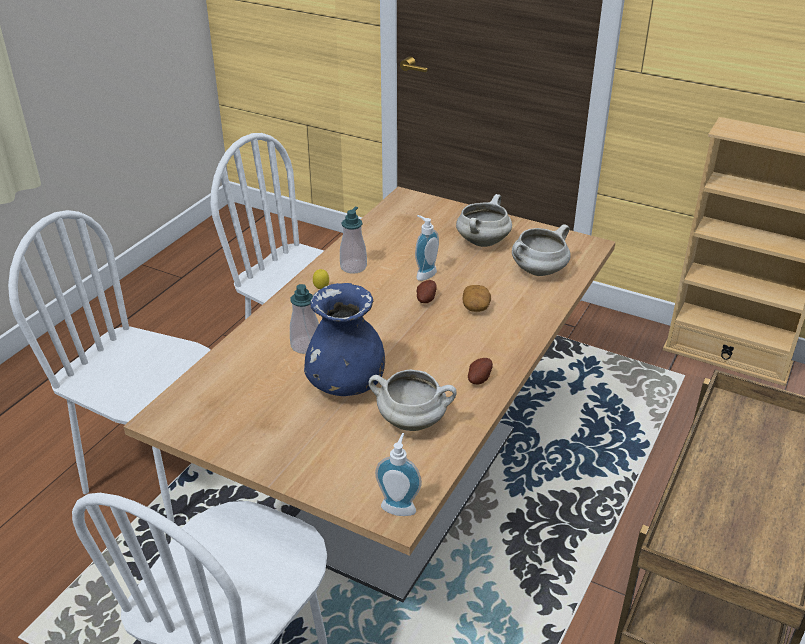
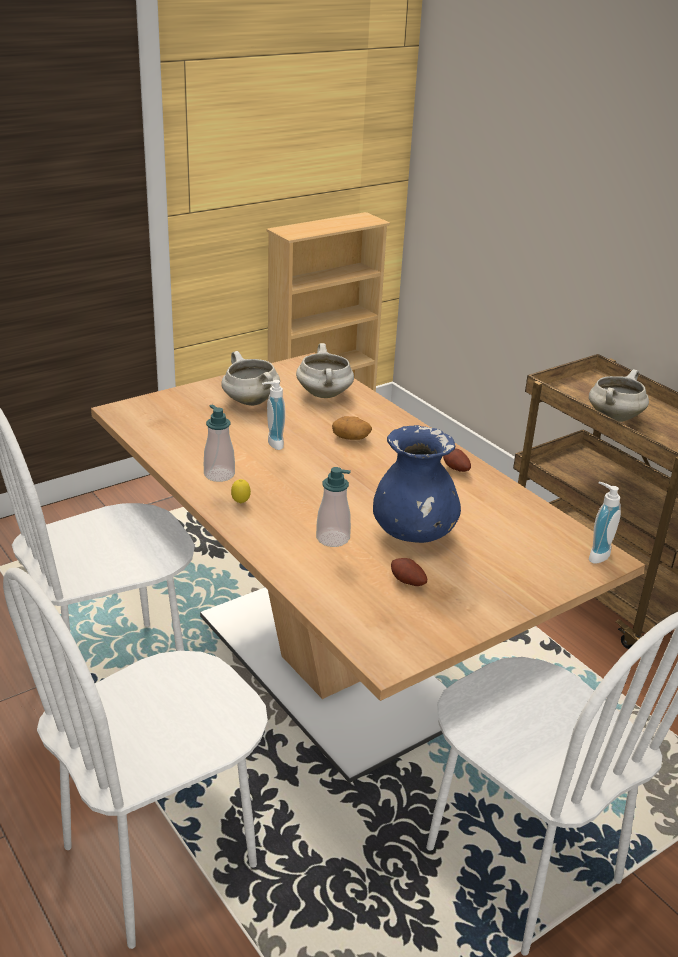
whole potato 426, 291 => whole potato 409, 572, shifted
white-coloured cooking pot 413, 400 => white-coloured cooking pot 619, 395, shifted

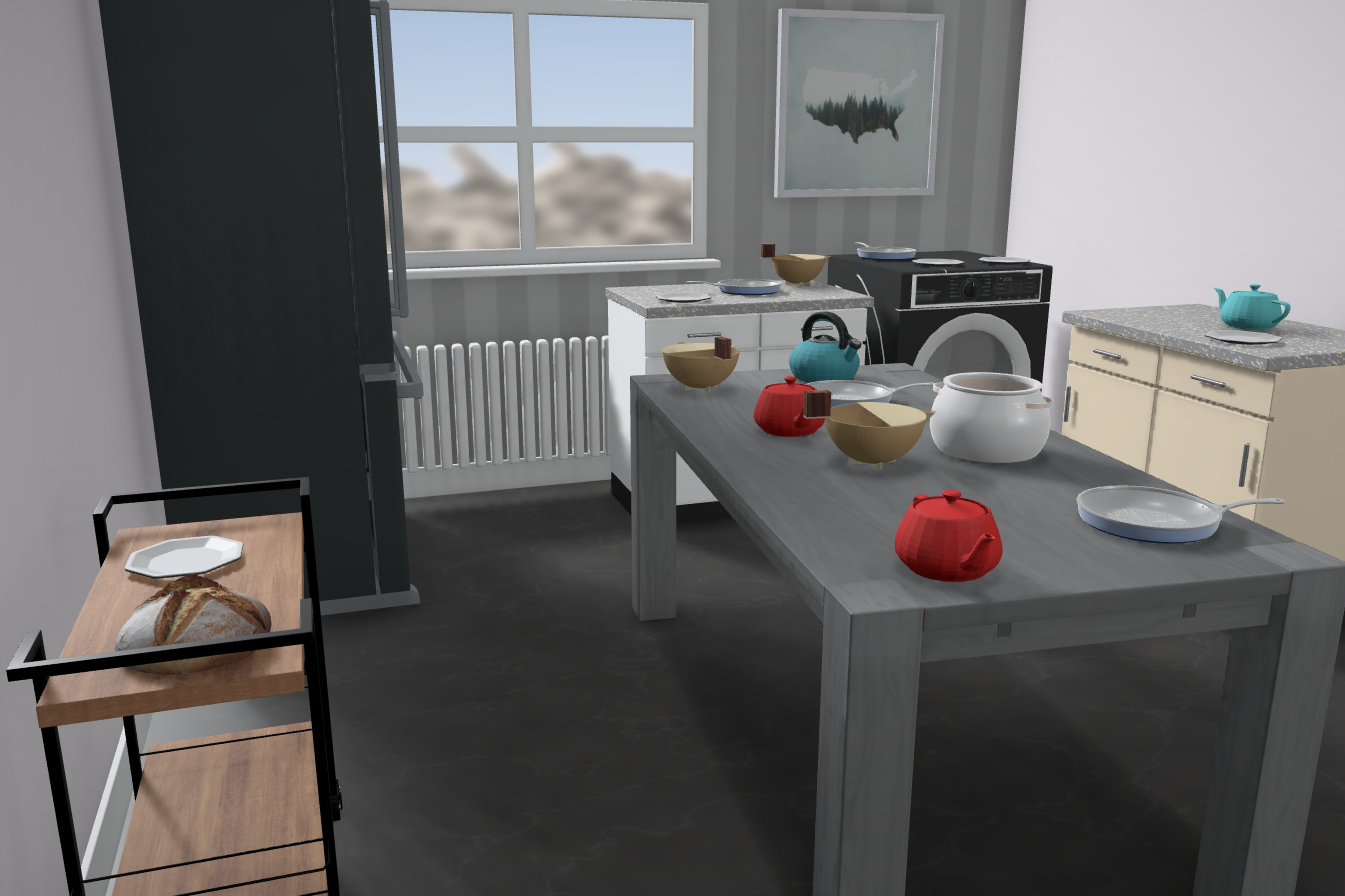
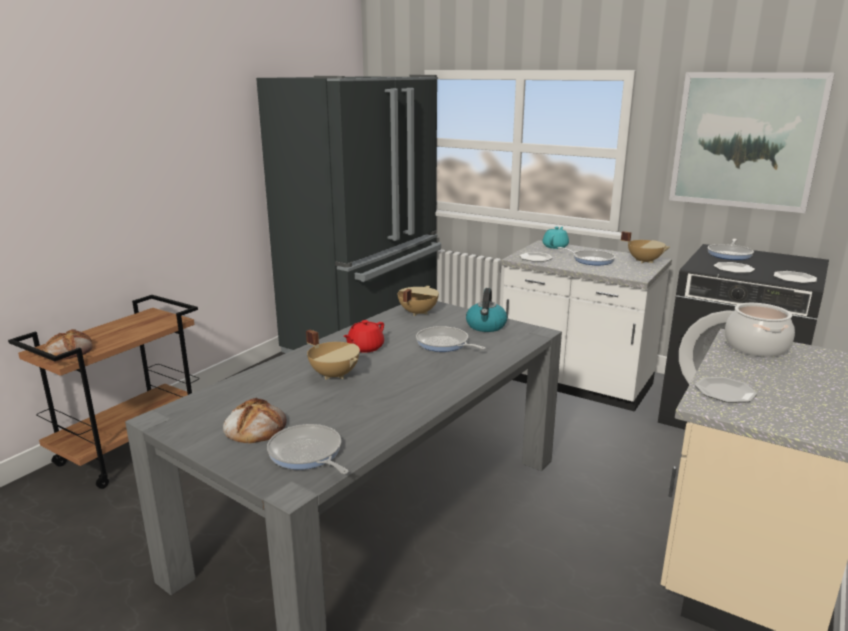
turquoise teapot 1252, 307 => turquoise teapot 556, 238, shifted
cooking pot 992, 417 => cooking pot 760, 330, shifted
red teapot 949, 536 => nothing
plate 183, 557 => nothing
nothing => bakery bread 255, 420

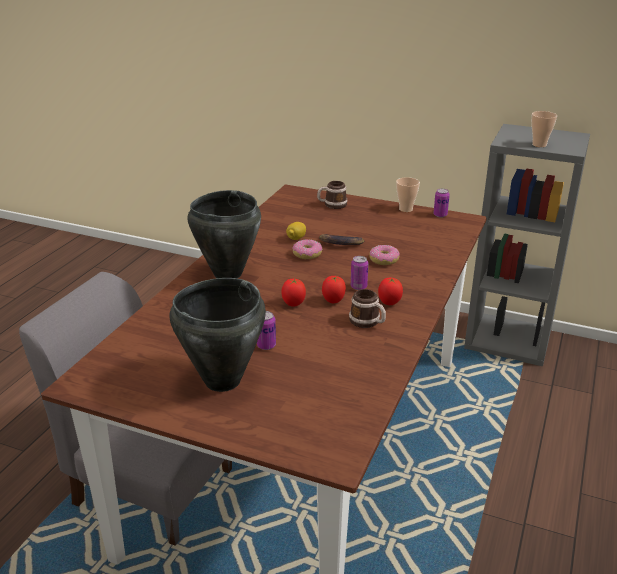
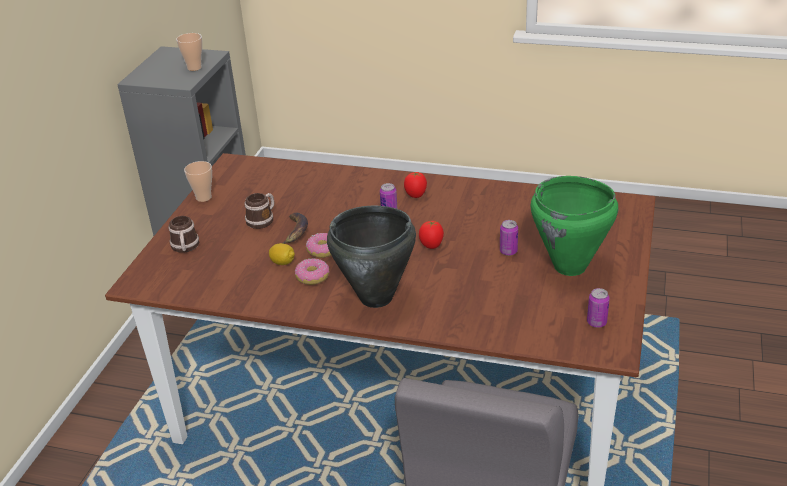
sealed can 442, 203 => sealed can 598, 308, shifted
donut 385, 255 => donut 312, 271, shifted
fresh tomato 334, 289 => nothing
black-coloured cooking pot 217, 335 => green-coloured cooking pot 574, 226
coffee mug 367, 308 => coffee mug 259, 211, shifted

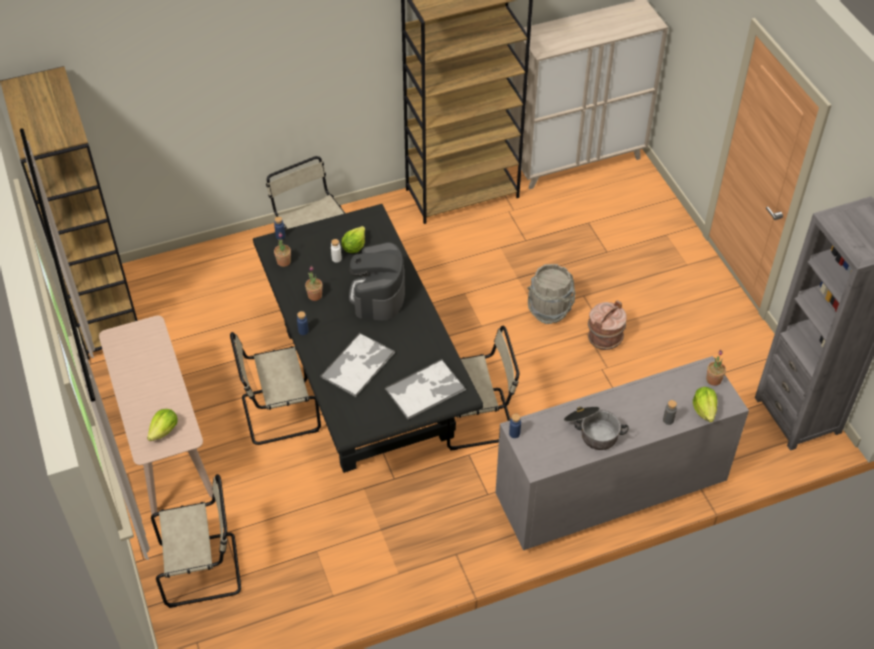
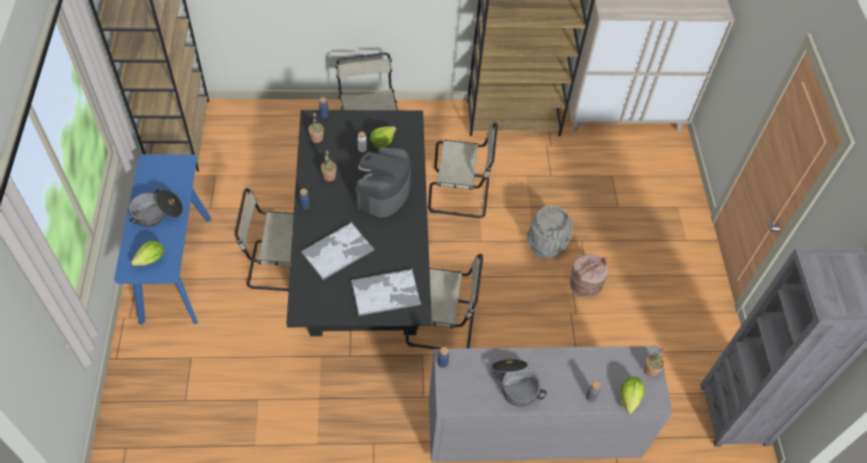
beige hall table 156, 417 => blue-coloured hall table 162, 239
beige upright chair 196, 541 => beige upright chair 463, 170, shifted
nothing => cooking pot 156, 208

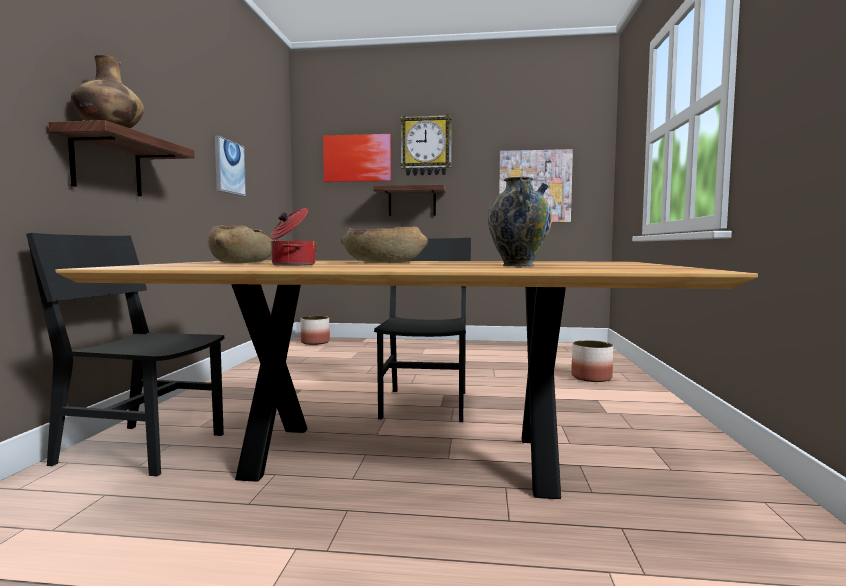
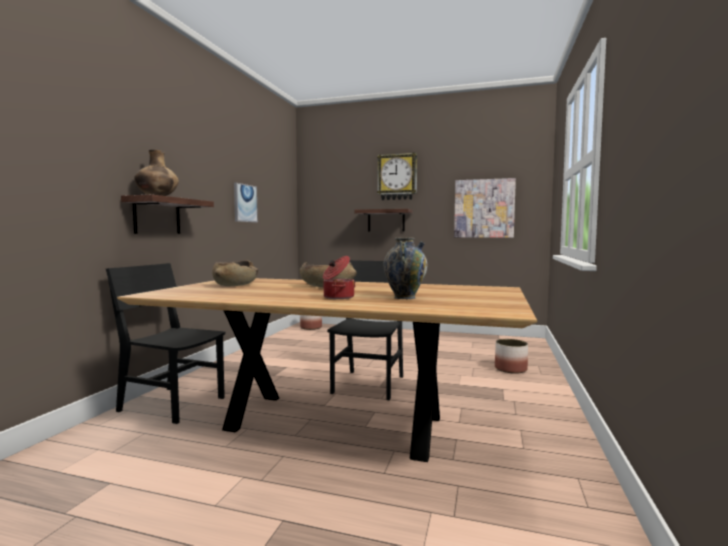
wall art 357, 158 => nothing
cooking pot 293, 237 => cooking pot 339, 277, shifted

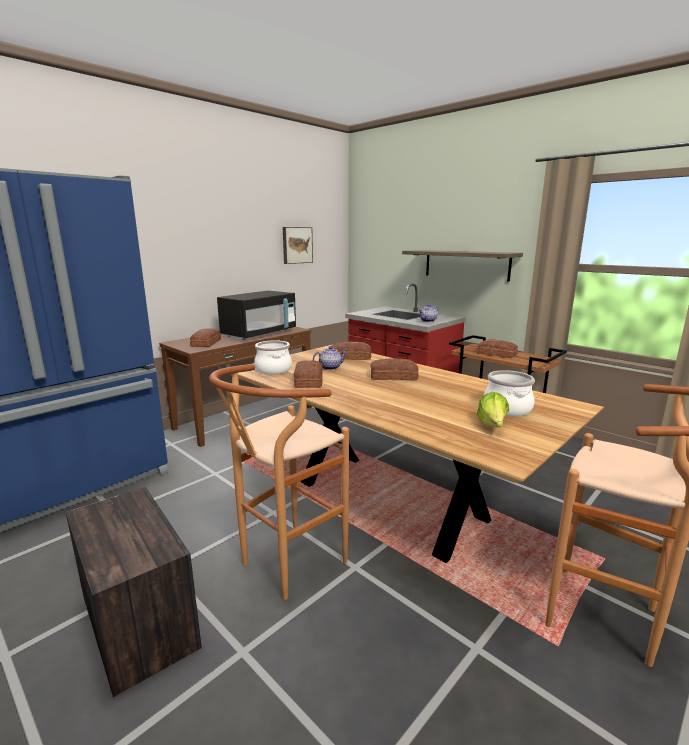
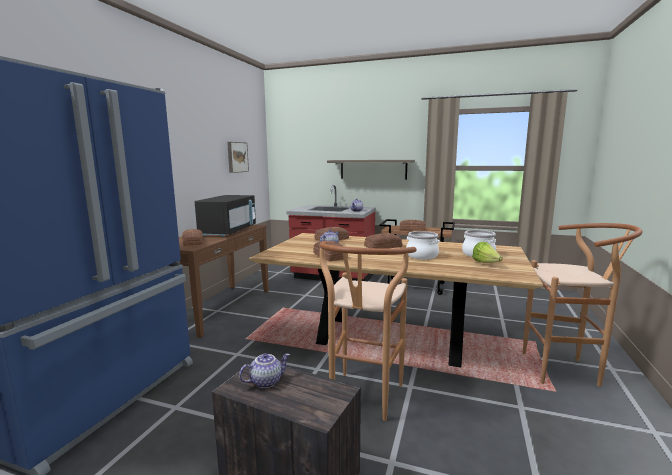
cooking pot 273, 357 => cooking pot 423, 245, shifted
nothing => teapot 264, 370

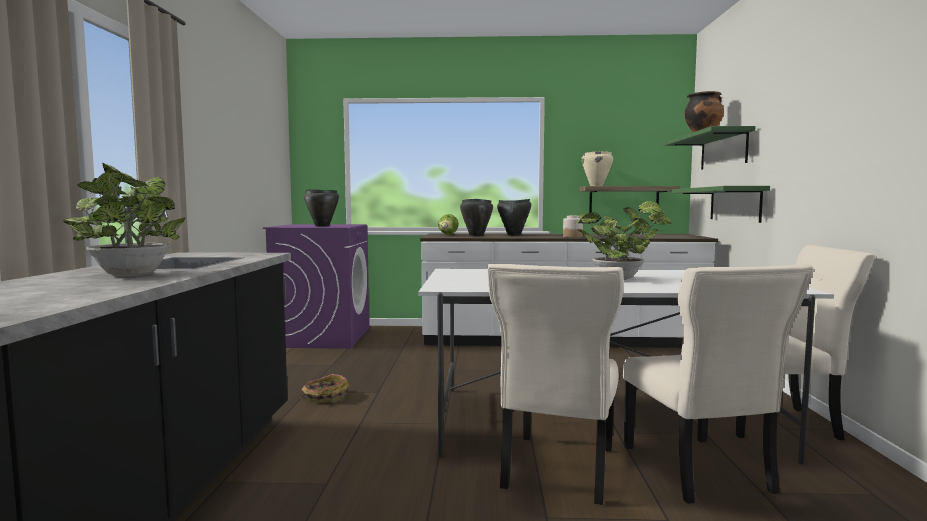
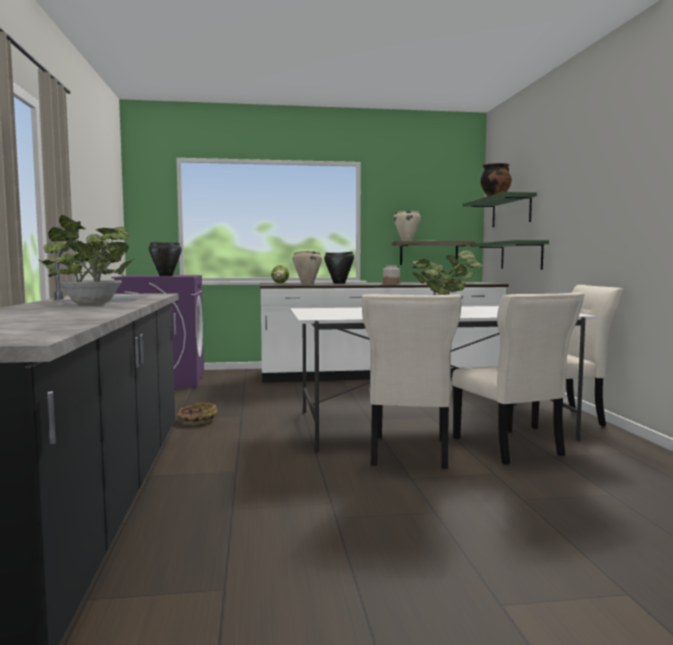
black-coloured cooking pot 476, 217 => beige cooking pot 307, 267

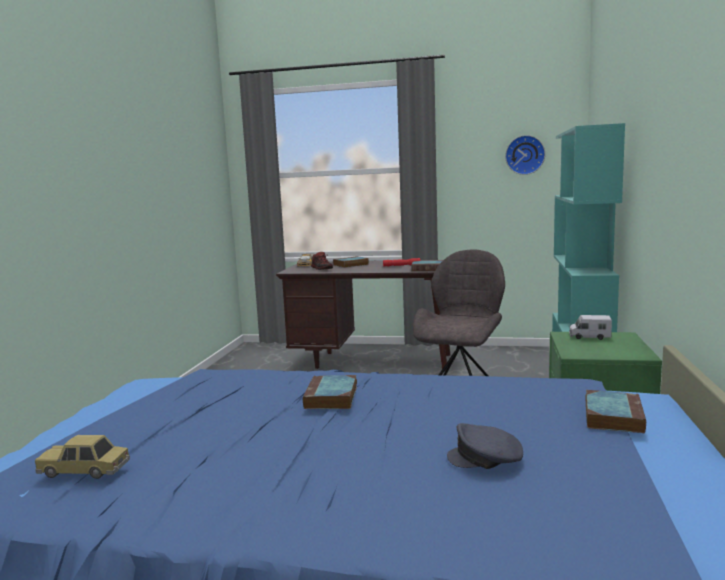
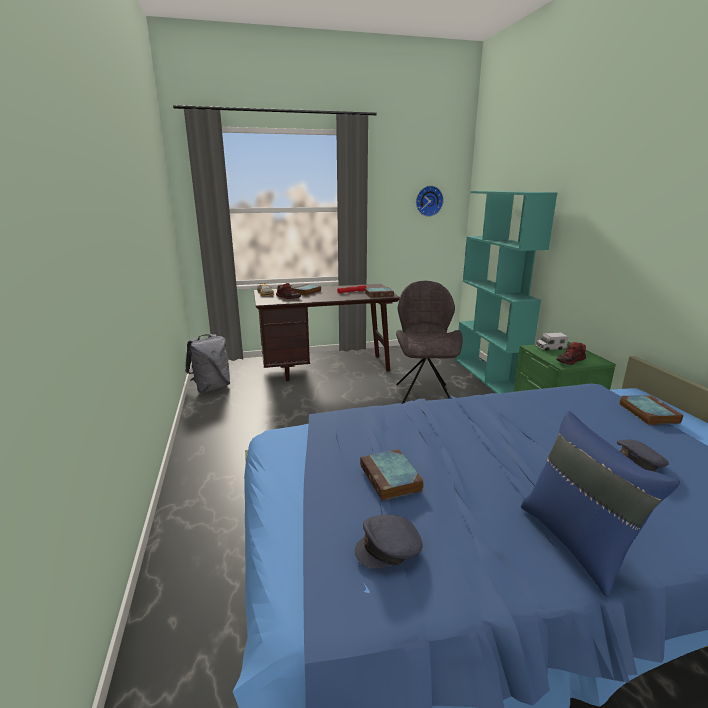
volume 330, 392 => volume 392, 475, shifted
toy car 82, 457 => greyish baseball cap 388, 542
nothing => greyish backpack 207, 363
nothing => shoe 571, 353
nothing => blue-coloured pillow 600, 504

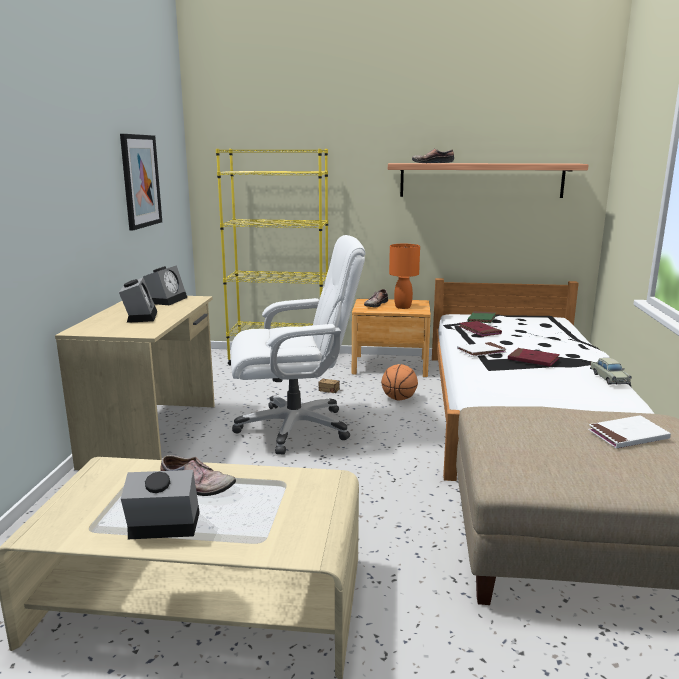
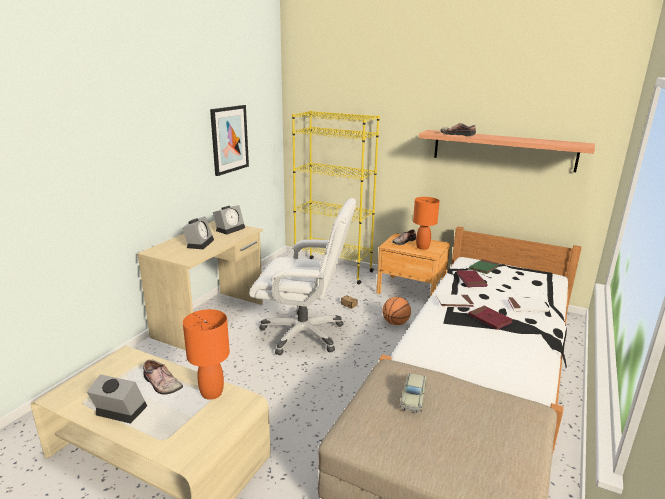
beige toy car 611, 371 => beige toy car 413, 393, shifted
white-coloured volume 629, 432 => white-coloured volume 528, 304, shifted
nothing => orange-coloured table lamp 206, 354

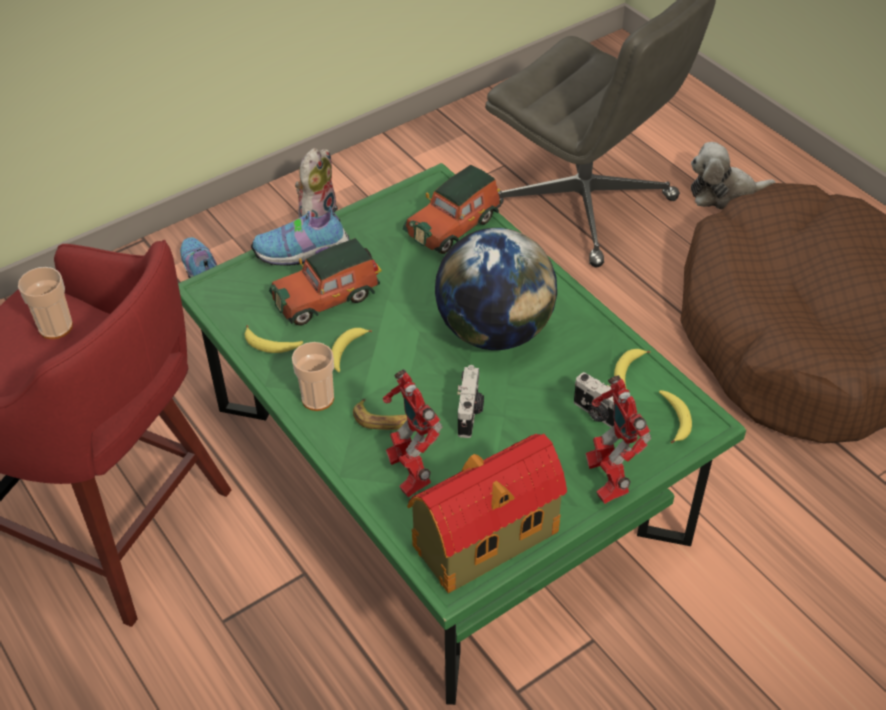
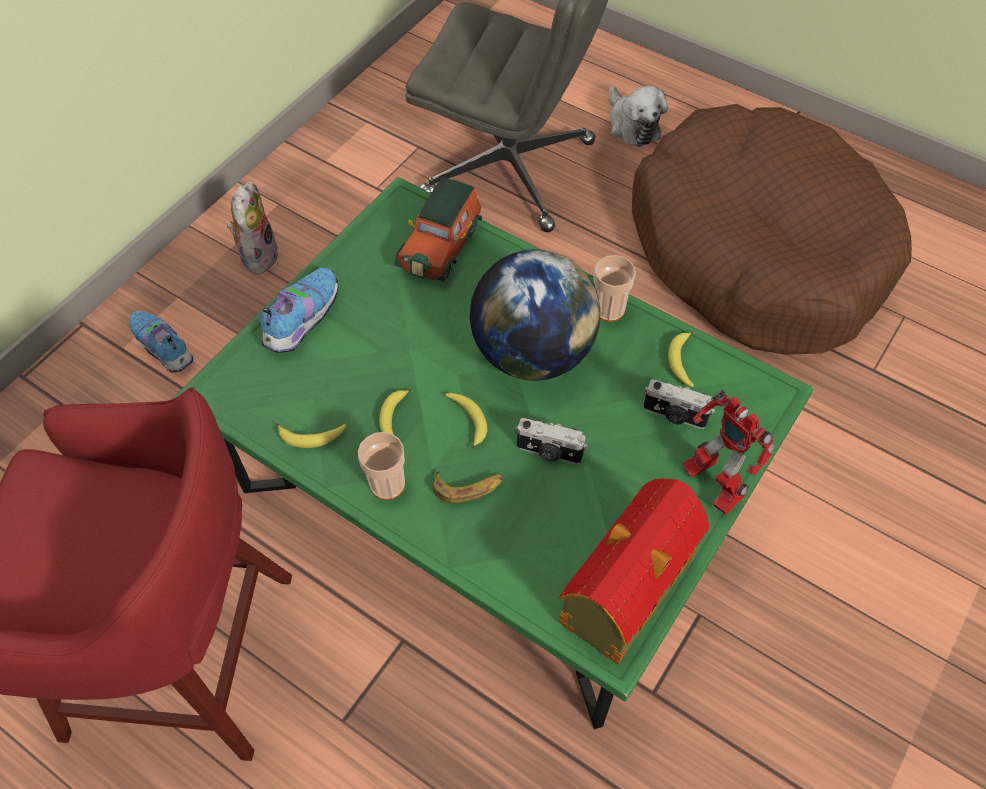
plush toy 733, 176 => plush toy 638, 116, 90 degrees counterclockwise
shoe 300, 236 => shoe 299, 310, 150 degrees clockwise
toy car 325, 282 => nothing
cup 45, 303 => cup 615, 288, shifted
still camera 470, 401 => still camera 551, 441, 120 degrees clockwise
model robot 412, 433 => nothing
banana fruit 675, 416 => banana fruit 467, 421, shifted

